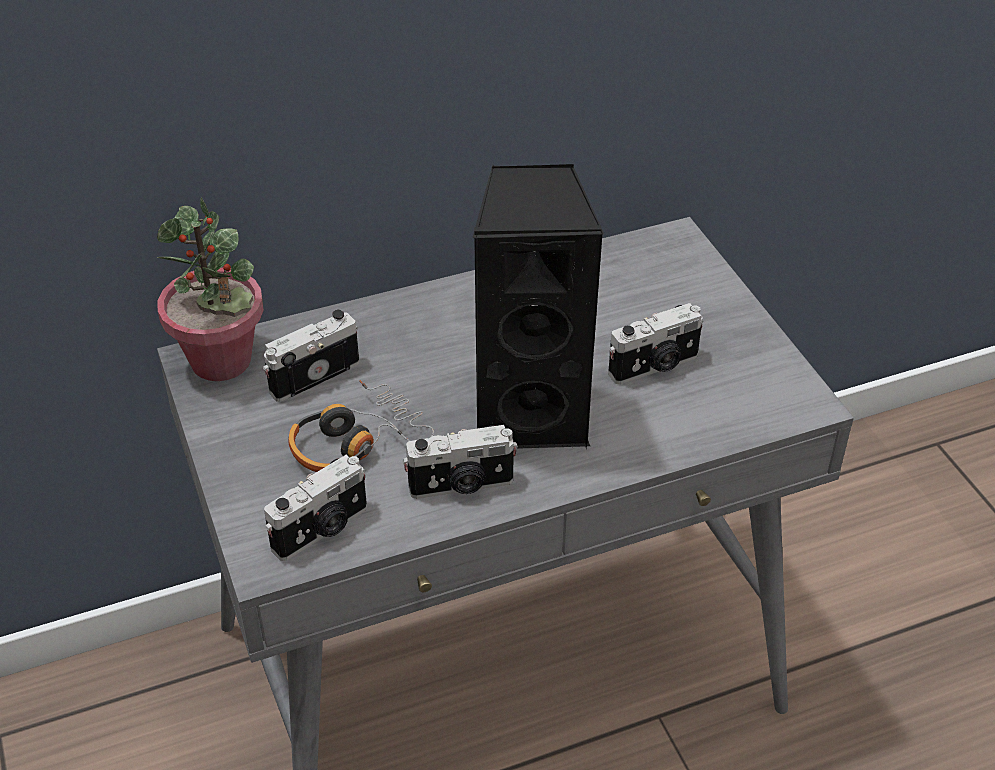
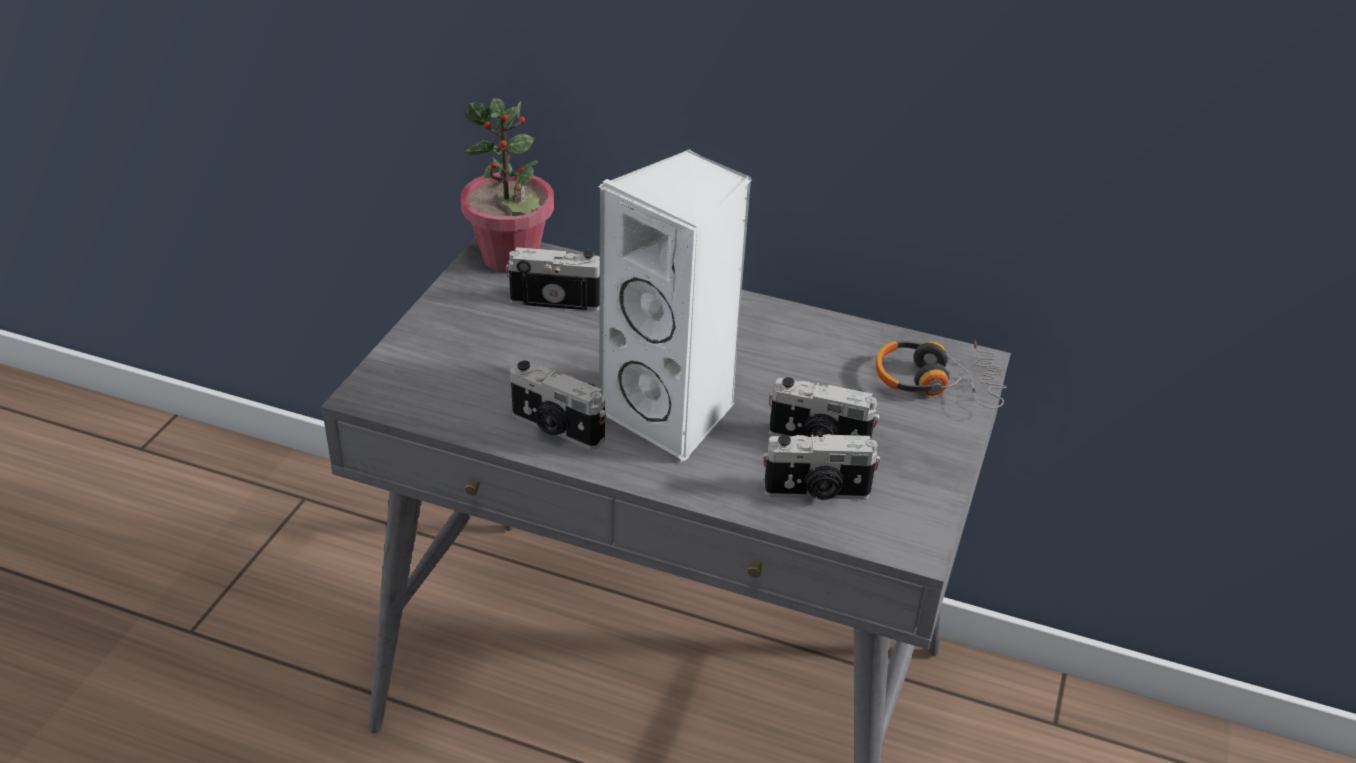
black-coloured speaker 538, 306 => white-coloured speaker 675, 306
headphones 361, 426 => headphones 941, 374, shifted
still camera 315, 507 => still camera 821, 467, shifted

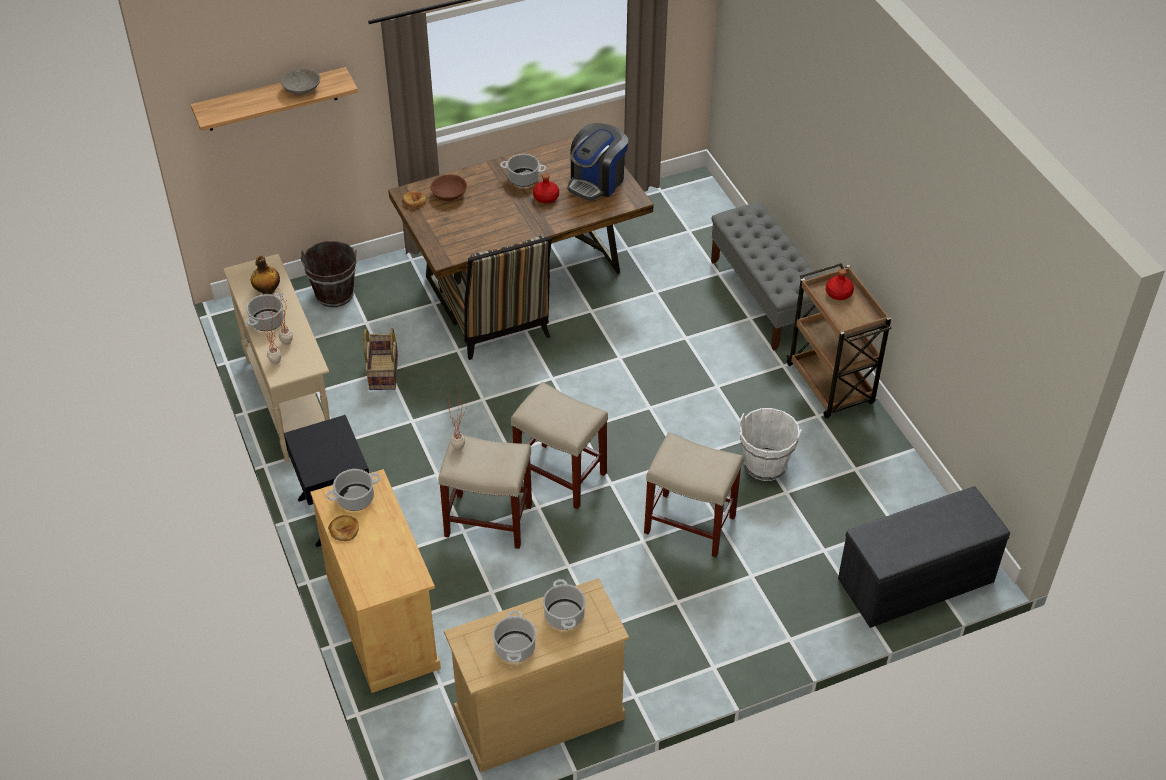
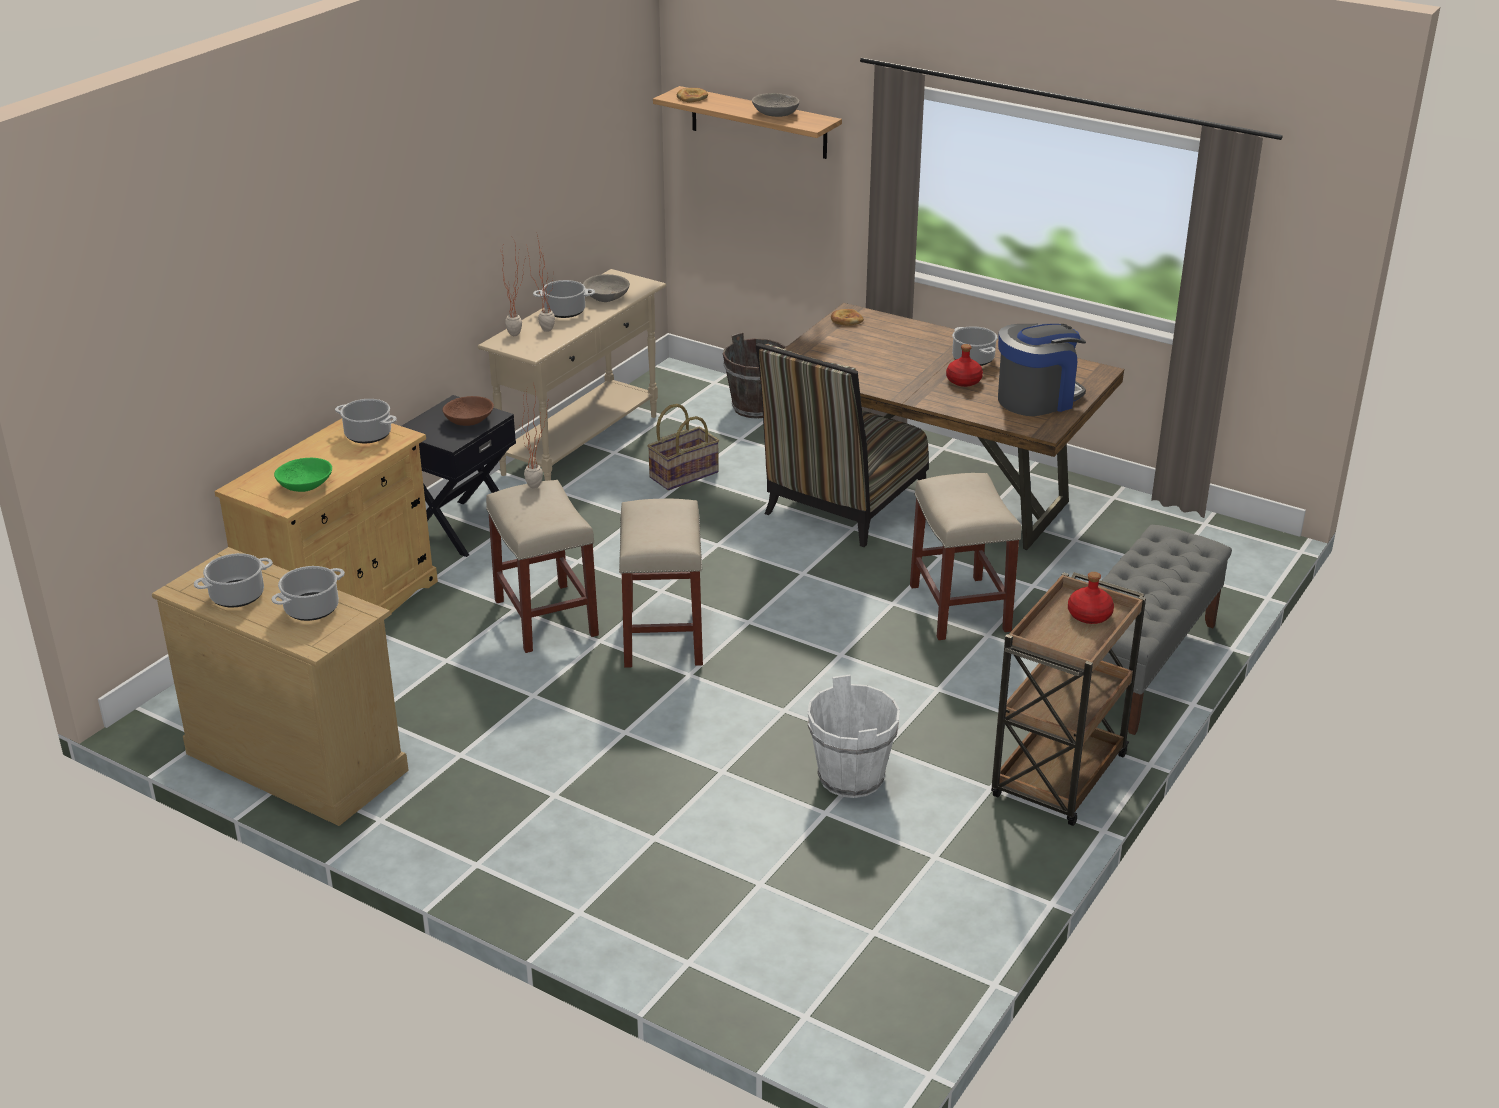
coffee maker 597, 162 => coffee maker 1042, 369, 150 degrees clockwise
brown serving bowl 448, 187 => brown serving bowl 468, 411, shifted
bottle 265, 275 => greyish serving bowl 606, 288
beige stool seat 693, 494 => beige stool seat 965, 556, shifted
greyish bench 924, 557 => nothing
bakery bread 343, 528 => bakery bread 692, 95, shifted
nothing => green-coloured serving bowl 303, 475

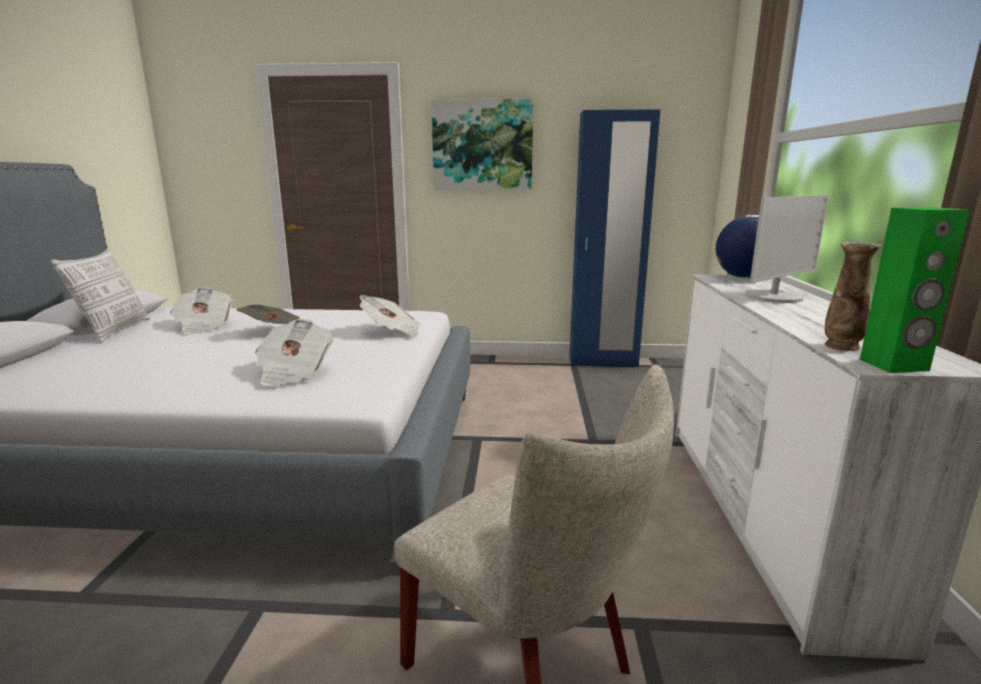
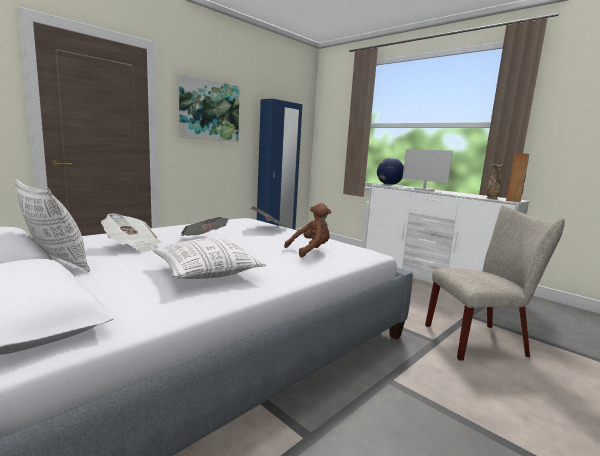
monitor 787, 249 => monitor 428, 170, 135 degrees clockwise
green-coloured speaker 915, 290 => brown speaker 517, 177
printed paper 294, 352 => brown plush toy 307, 230
nothing => pillow 209, 258

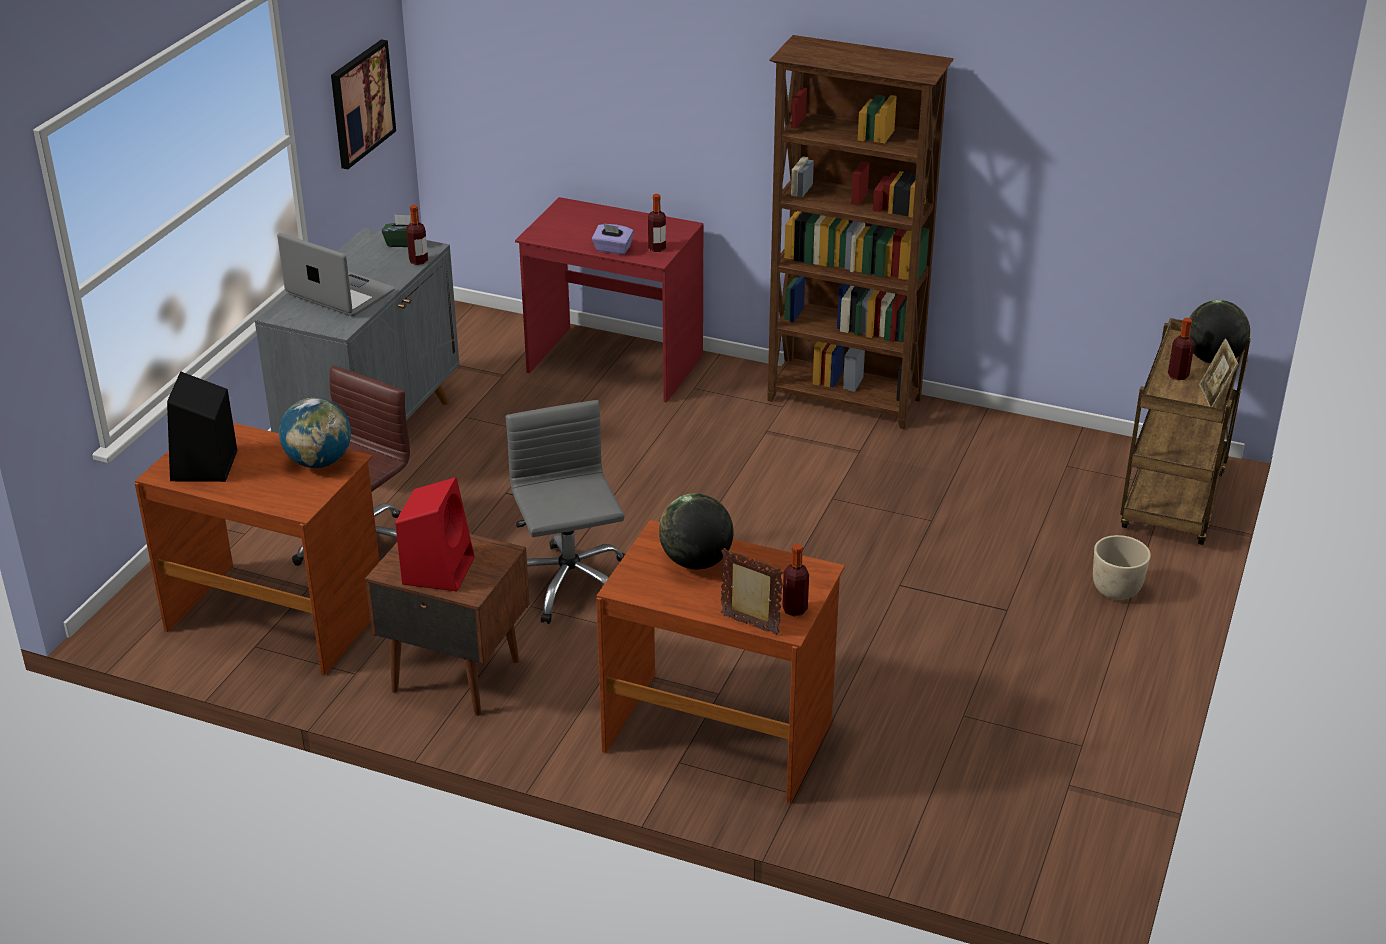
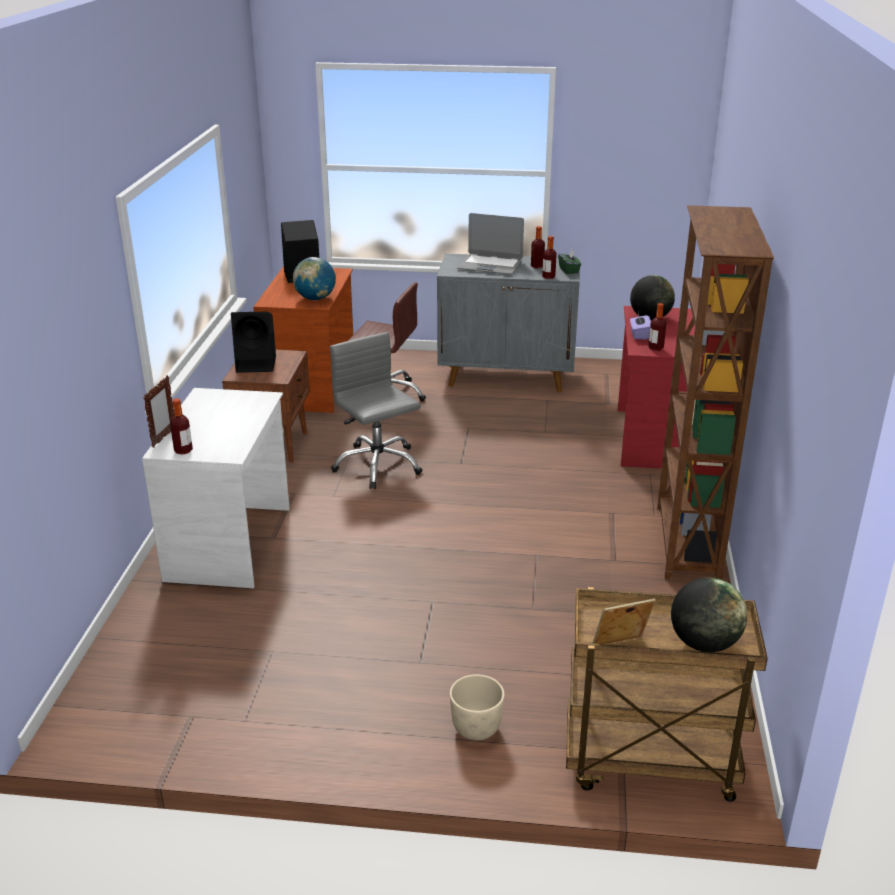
wall art 363, 104 => nothing
portable computer 336, 275 => portable computer 490, 244, 90 degrees clockwise
bottle 1181, 349 => bottle 538, 247, shifted
greyish desk chair 565, 512 => greyish desk chair 376, 410, 90 degrees counterclockwise
red speaker 434, 534 => black-coloured speaker 253, 342
desk globe 696, 531 => desk globe 652, 297, shifted
brown desk 720, 662 => white-coloured desk 216, 488

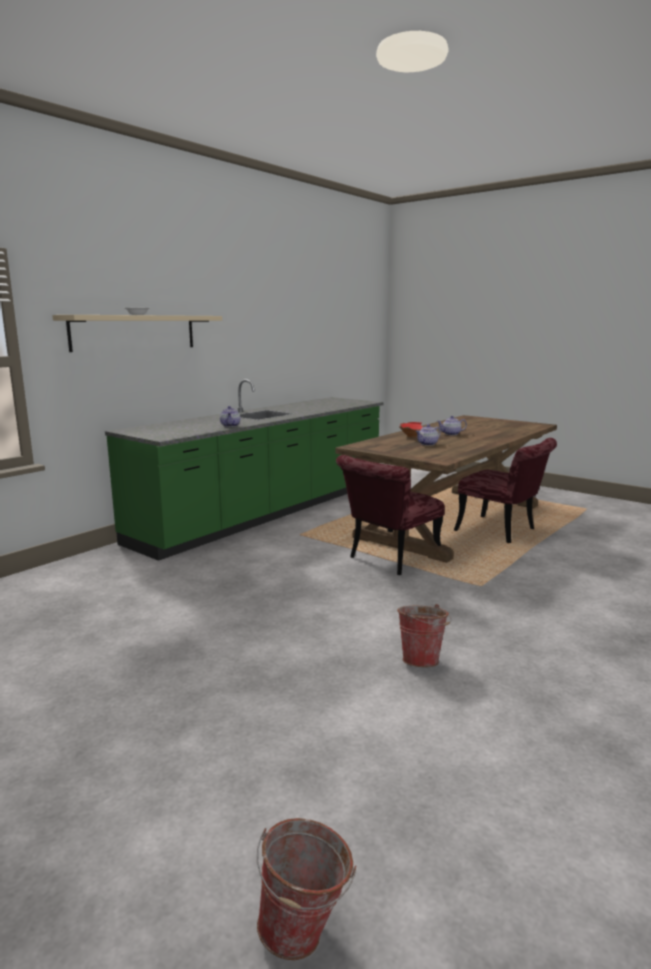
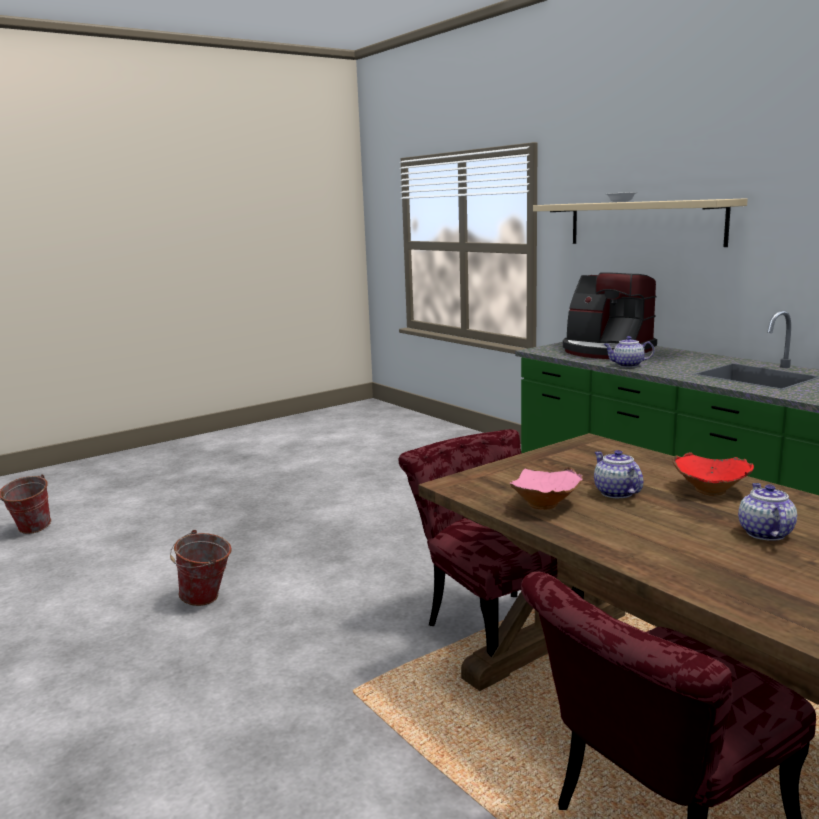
nothing => coffee maker 610, 316
nothing => pink serving bowl 546, 488

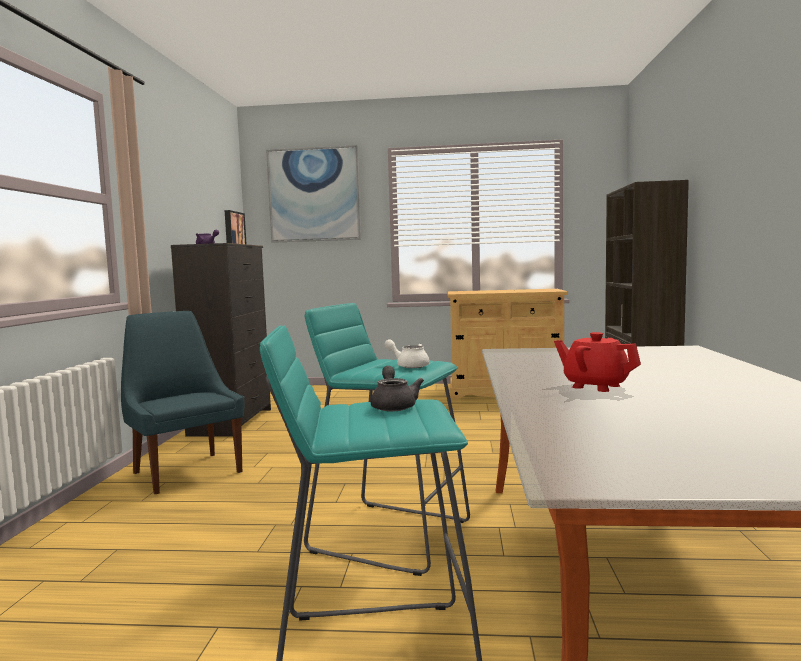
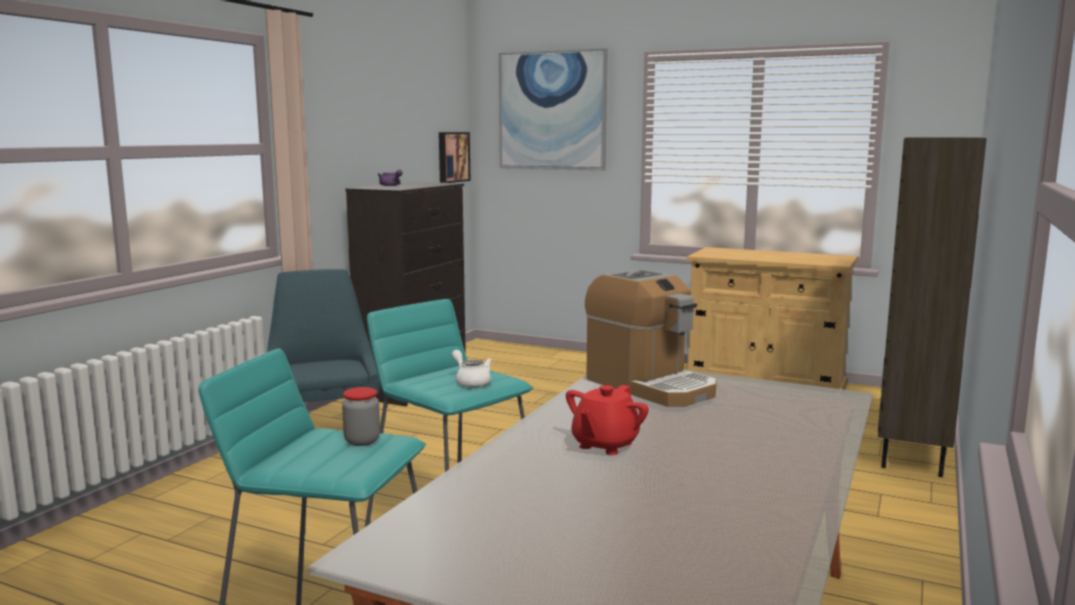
red teapot 597, 362 => red teapot 607, 420, 120 degrees counterclockwise
greyish teapot 397, 388 => storage jar 361, 416
nothing => coffee maker 651, 338

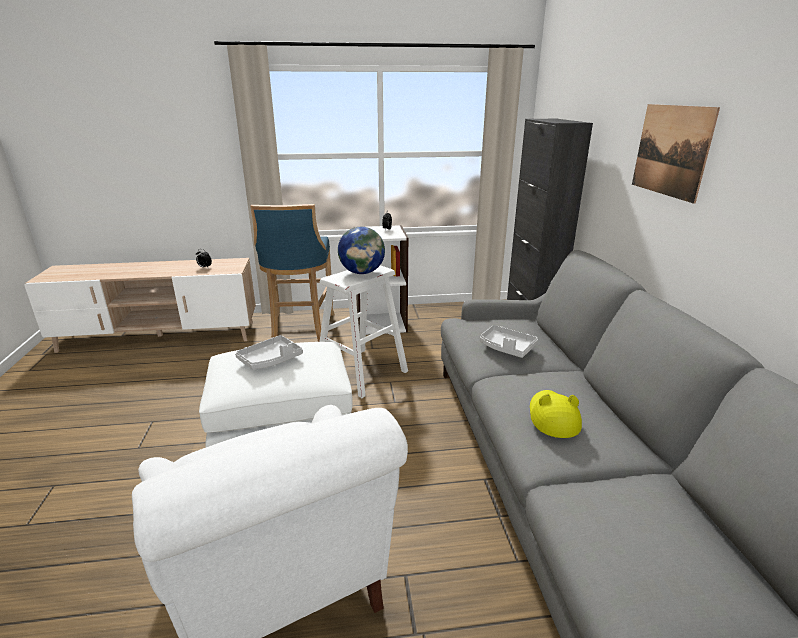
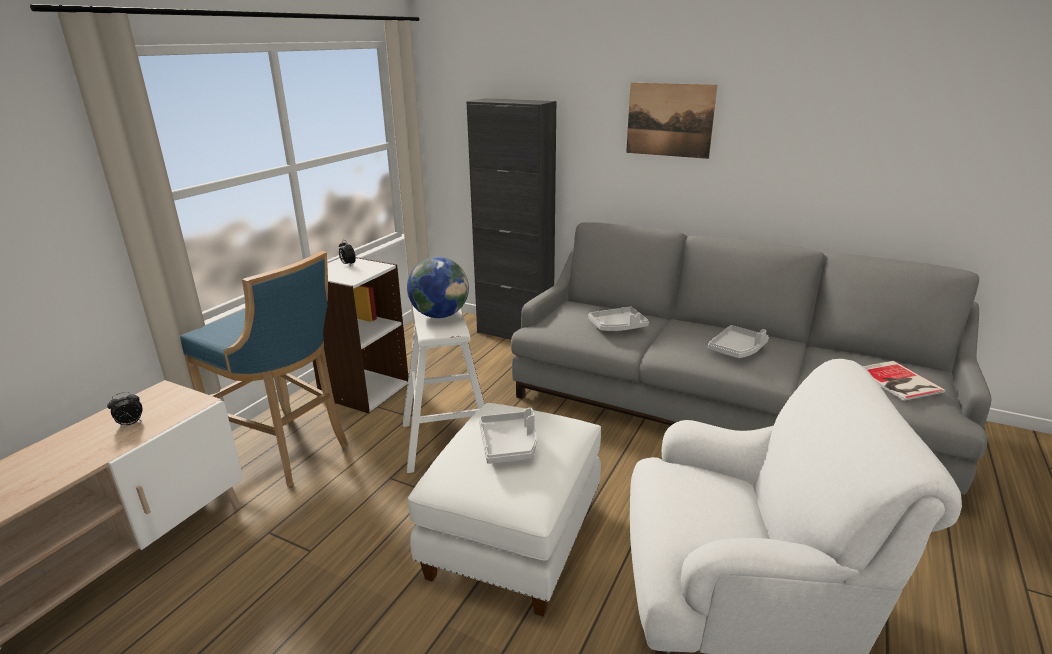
yellowish clothing hat 556, 414 => greyish tray 738, 341
nothing => volume 904, 381

